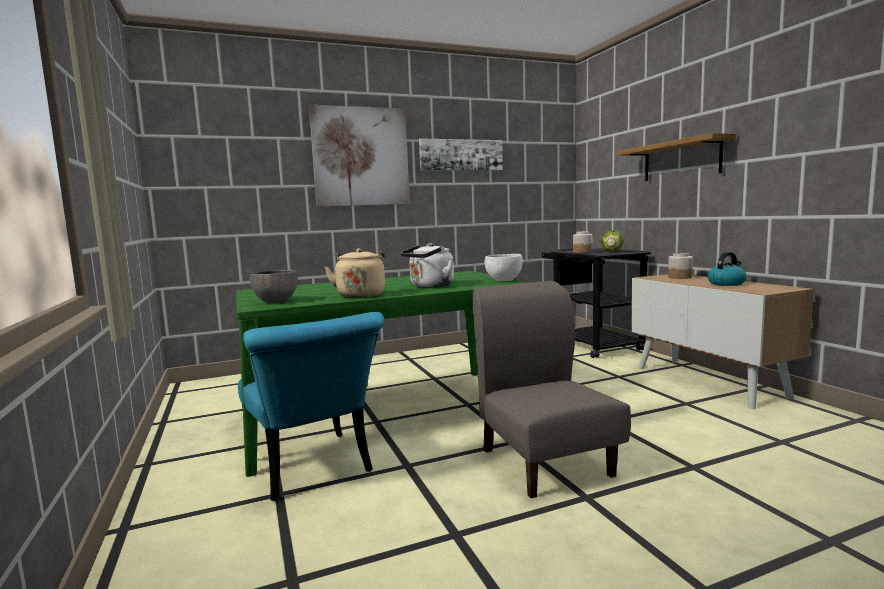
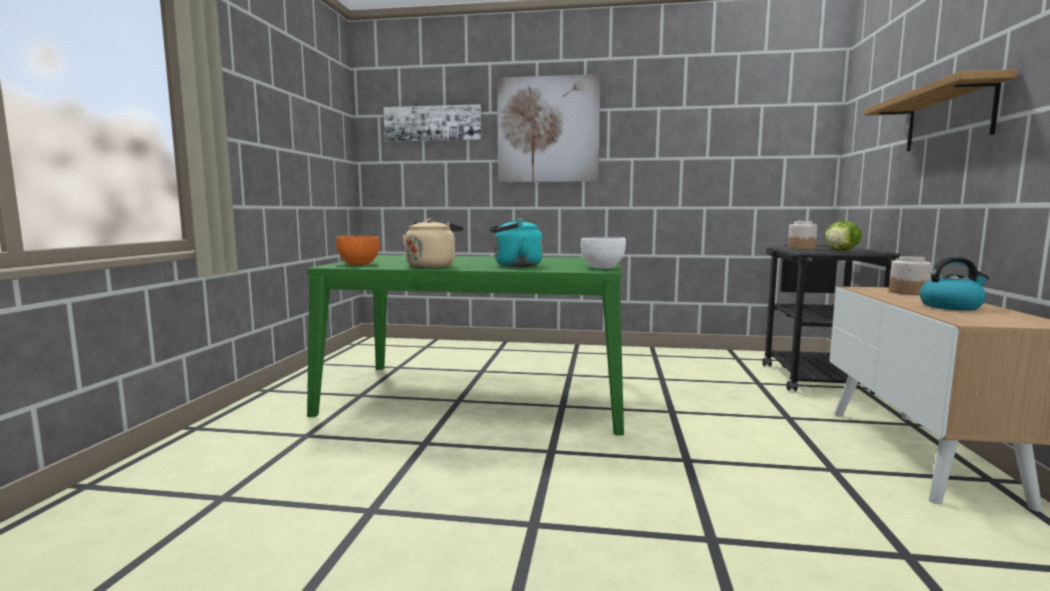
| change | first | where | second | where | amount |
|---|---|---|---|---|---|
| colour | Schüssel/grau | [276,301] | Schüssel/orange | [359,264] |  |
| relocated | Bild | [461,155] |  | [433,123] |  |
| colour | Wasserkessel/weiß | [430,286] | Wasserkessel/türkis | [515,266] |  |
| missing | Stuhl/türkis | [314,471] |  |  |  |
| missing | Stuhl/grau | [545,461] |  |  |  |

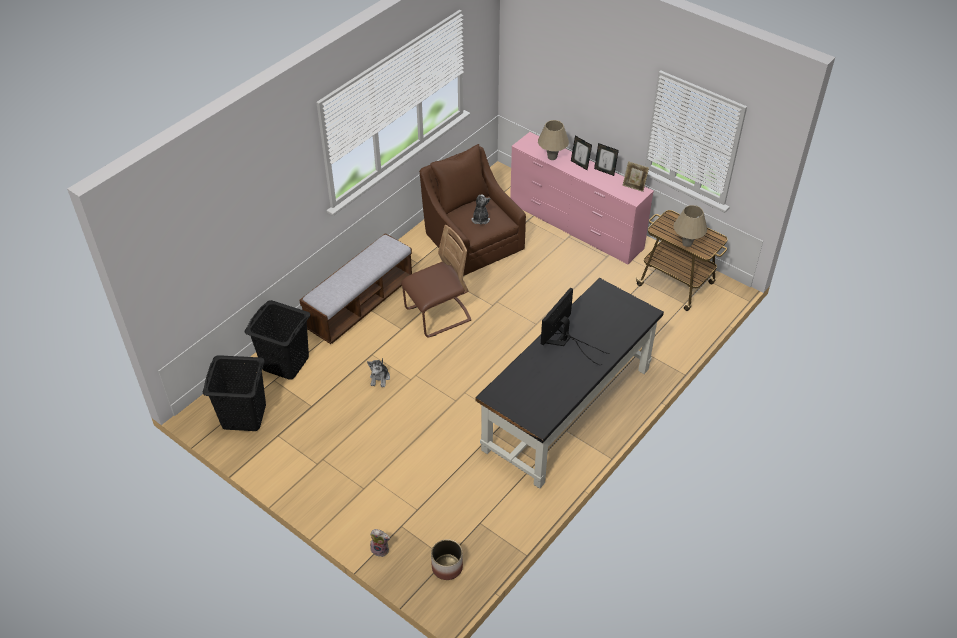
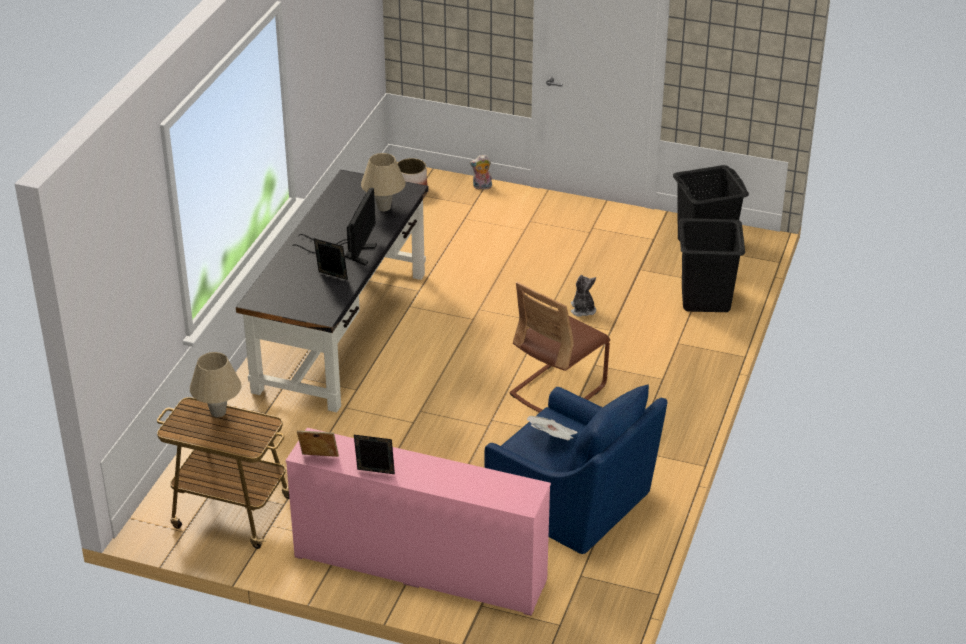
| change | first | where | second | where | amount |
|---|---|---|---|---|---|
| relocated | Bilderrahmen | [580,164] |  | [331,277] |  |
| relocated | Tischlampe/beige | [552,157] |  | [384,207] |  |
| colour | Sessel/braun | [472,240] | Sessel/blau | [573,503] |  |
| exchanged | Plüschtier | [480,219] | Zeitung | [553,438] |  |
| missing | Bank | [360,304] |  |  |  |

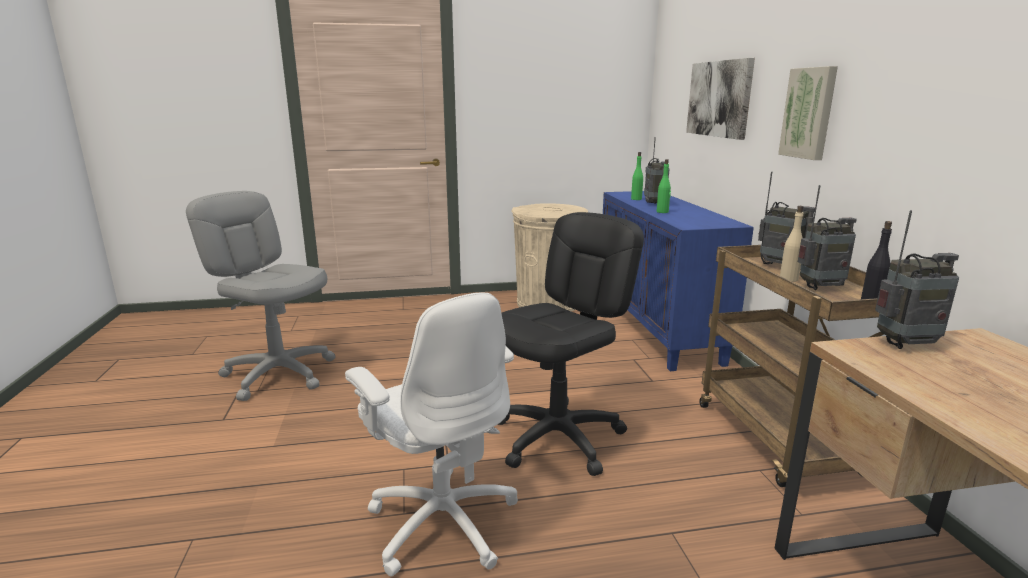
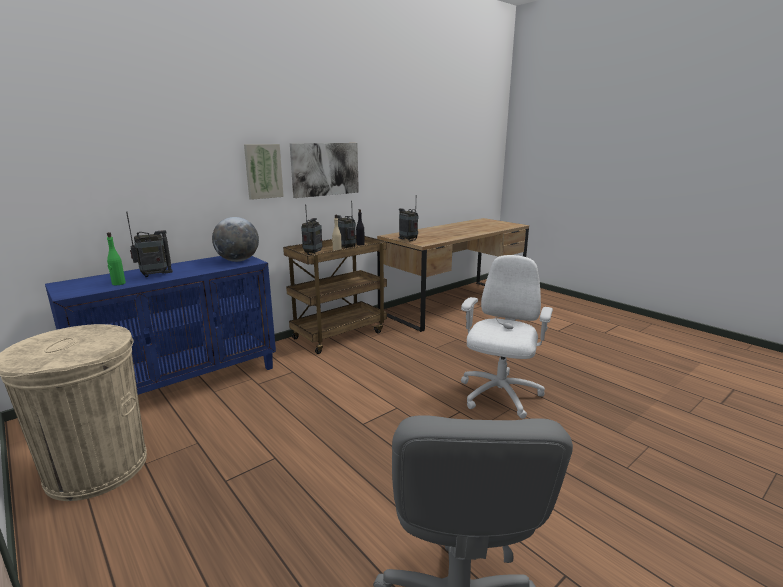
| change | first | where | second | where | amount |
|---|---|---|---|---|---|
| appeared |  |  | Globus | [238,260] |  |
| relocated | Bild | [719,99] |  | [325,169] |  |
| missing | Bürostuhl/schwarz | [558,438] |  |  |  |
| missing | Flasche/grün | [662,212] |  |  |  |

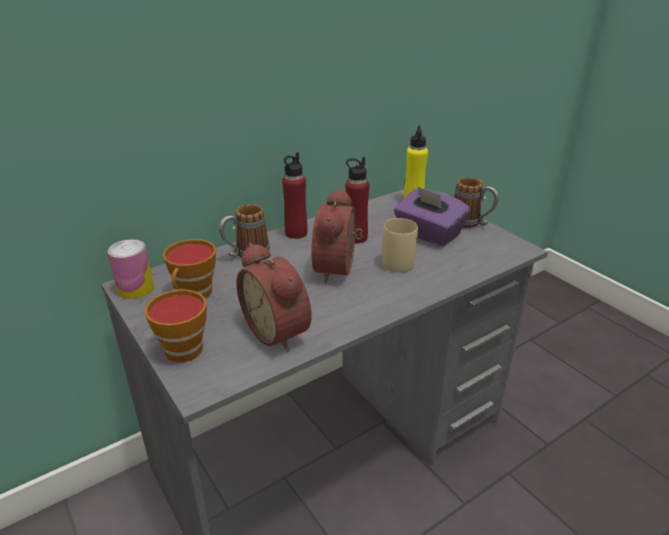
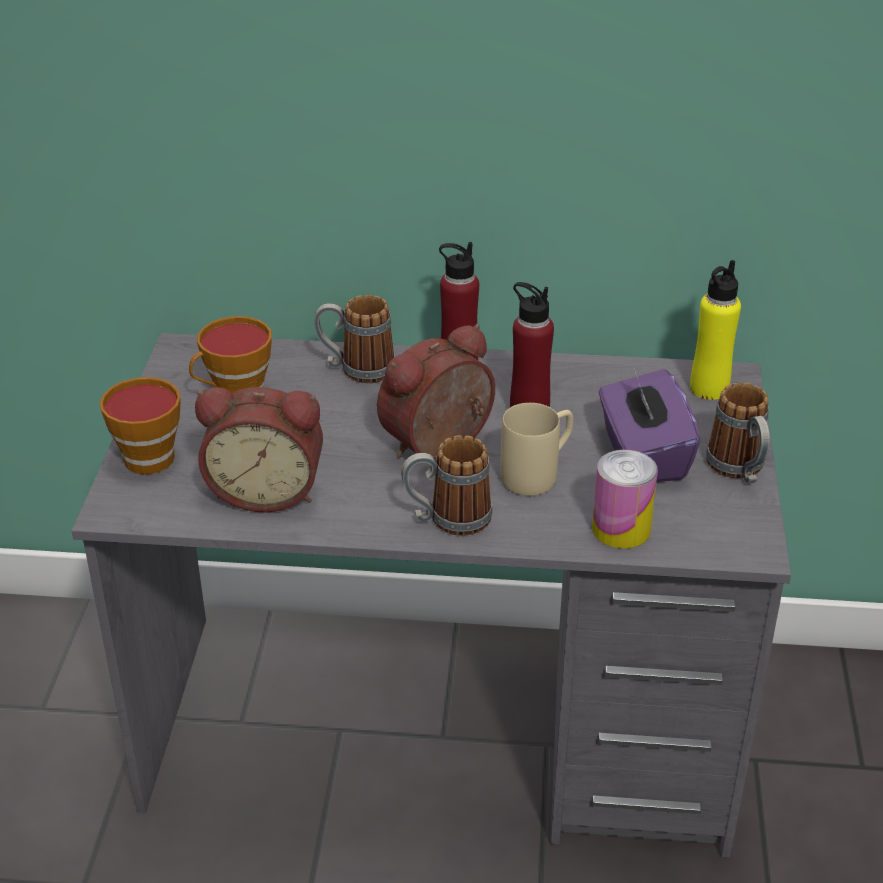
| change | first | where | second | where | amount |
|---|---|---|---|---|---|
| spun | Wecker | [279,331] |  | [267,490] | 90 degrees counterclockwise |
| appeared |  |  | Henkelbecher | [447,519] |  |
| relocated | Dose | [135,288] |  | [621,529] |  |

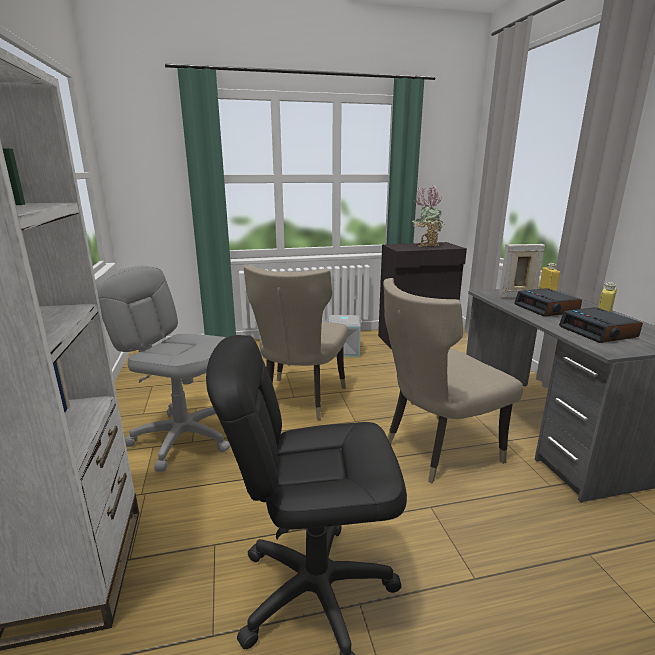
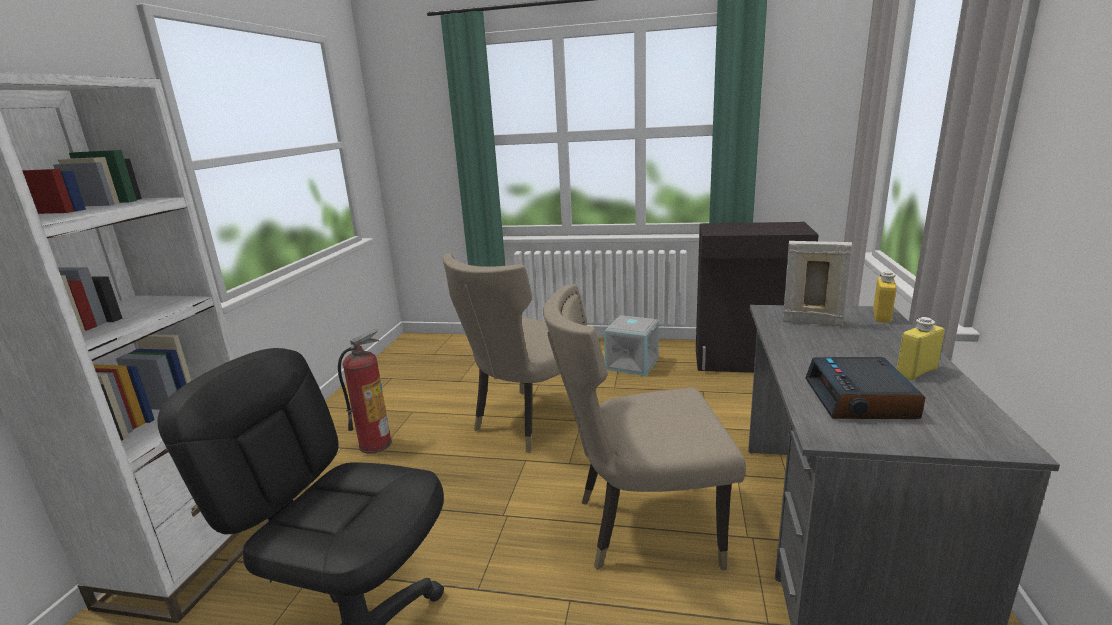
| change | first | where | second | where | amount |
|---|---|---|---|---|---|
| exchanged | Bürostuhl/grau | [183,438] | Feuerlöscher | [375,444] |  |
| missing | Topfpflanze | [426,246] |  |  |  |
| missing | Wecker | [546,308] |  |  |  |

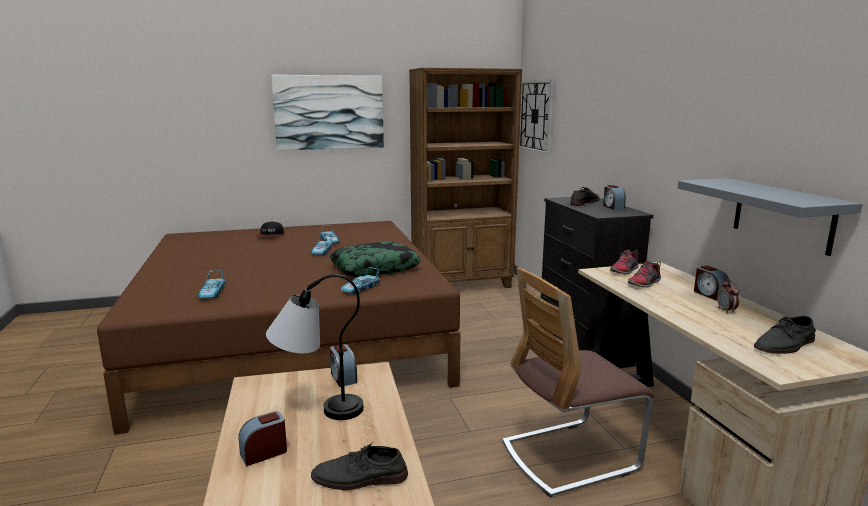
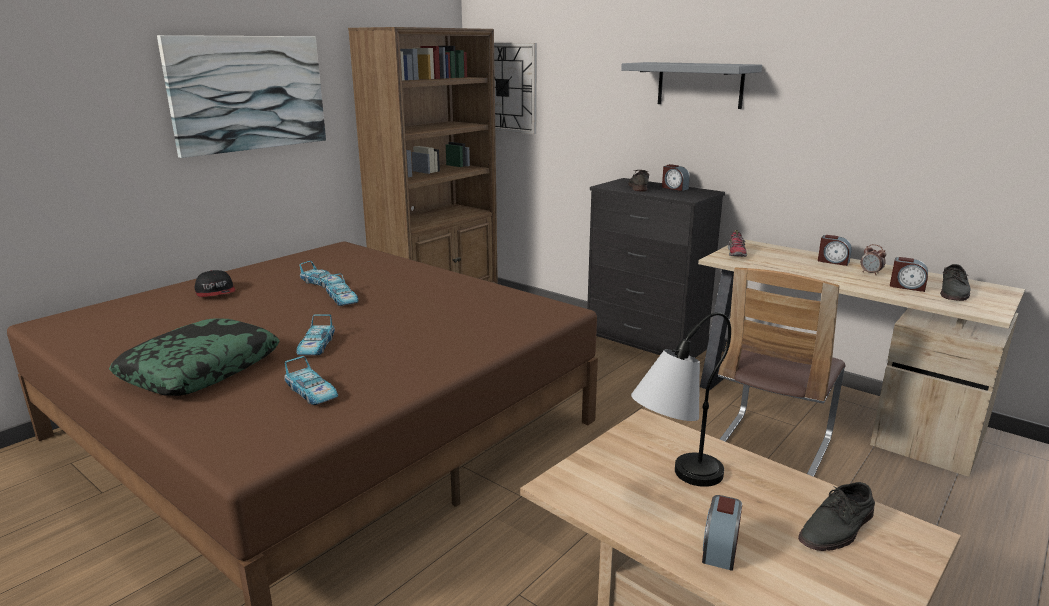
| change | first | where | second | where | amount |
|---|---|---|---|---|---|
| relocated | Kissen | [375,268] |  | [201,369] |  |
| relocated | Spielzeugauto | [360,289] |  | [316,346] |  |
| relocated | Wandregal/grau | [782,215] |  | [700,85] |  |
| relocated | Wecker | [343,377] |  | [907,287] |  |
| missing | Schuh | [644,284] |  |  |  |

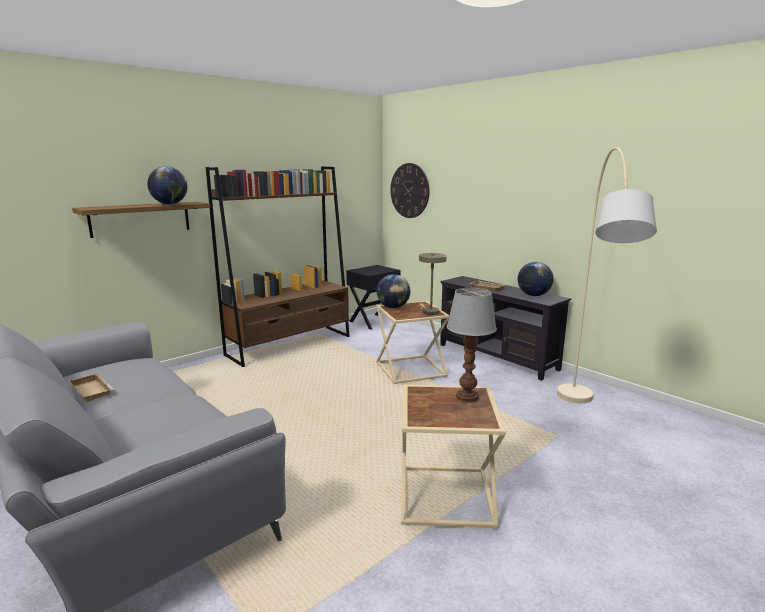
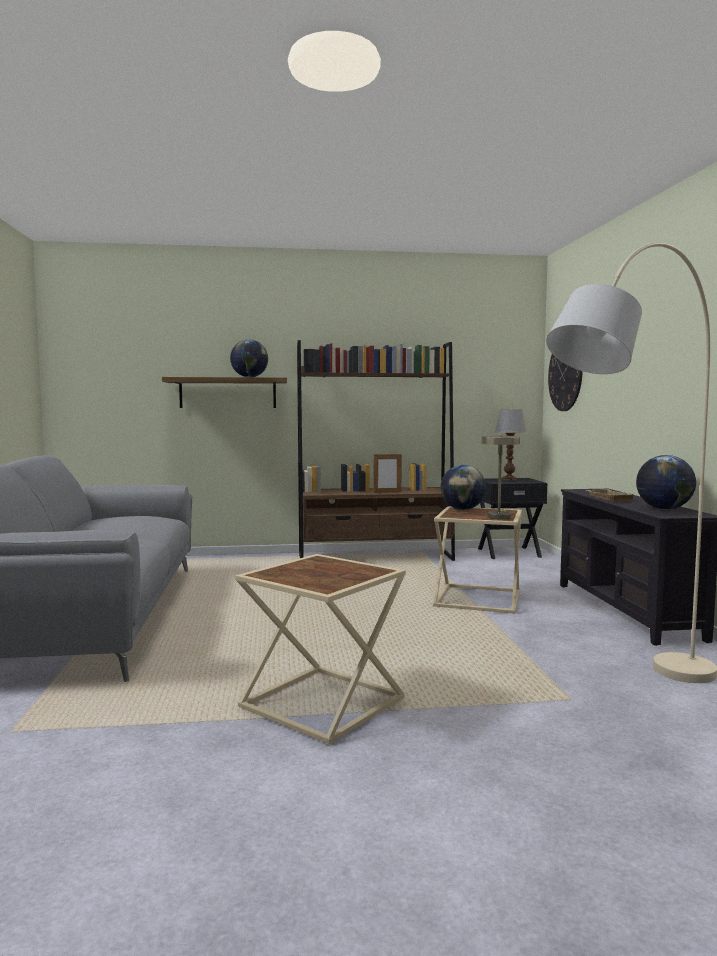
| change | first | where | second | where | amount |
|---|---|---|---|---|---|
| appeared |  |  | Bilderrahmen | [387,492] |  |
| relocated | Tischlampe | [468,397] |  | [509,479] |  |
| missing | Tablett/beige | [93,390] |  |  |  |

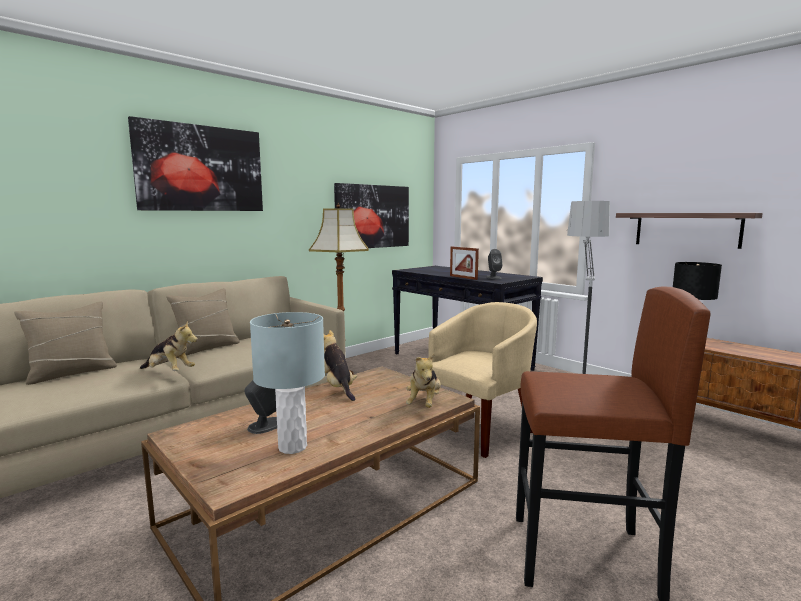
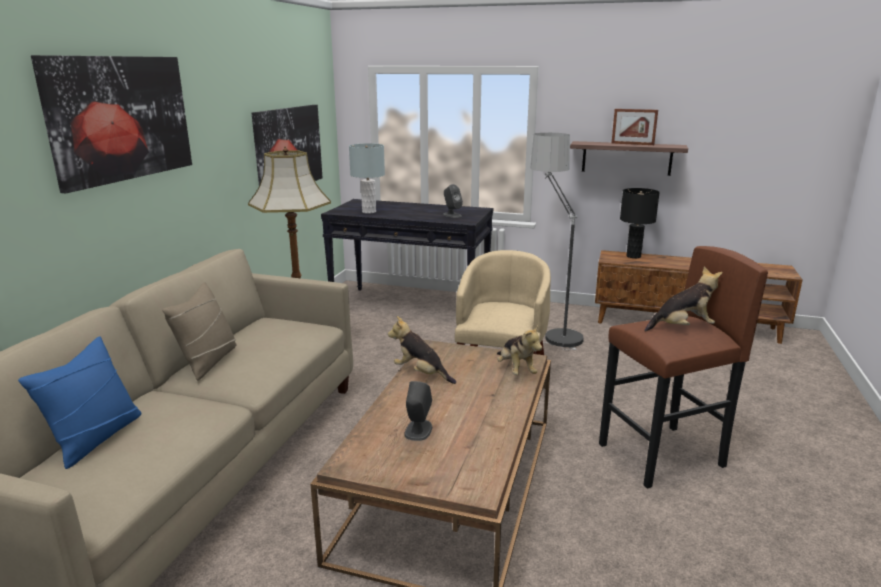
| change | first | where | second | where | amount |
|---|---|---|---|---|---|
| colour | Kissen/beige | [72,373] | Kissen/blau | [95,438] |  |
| relocated | Tischlampe/grau | [293,447] |  | [369,212] |  |
| relocated | Bilderrahmen | [463,277] |  | [632,144] |  |
| relocated | Plüschtier | [169,372] |  | [682,327] |  |

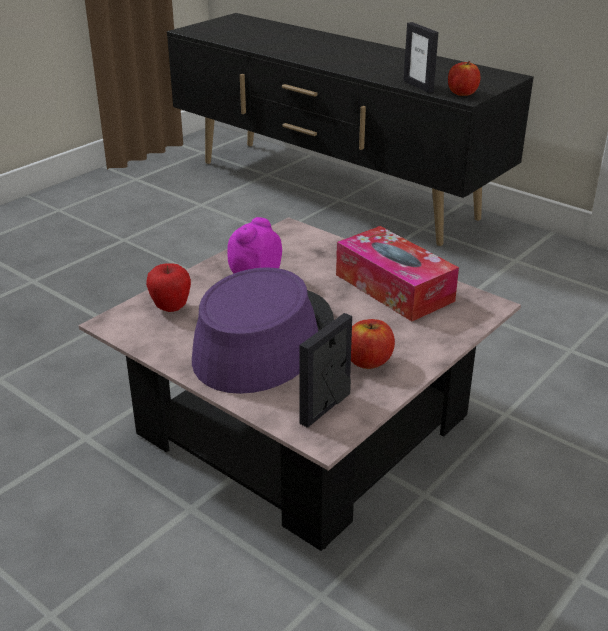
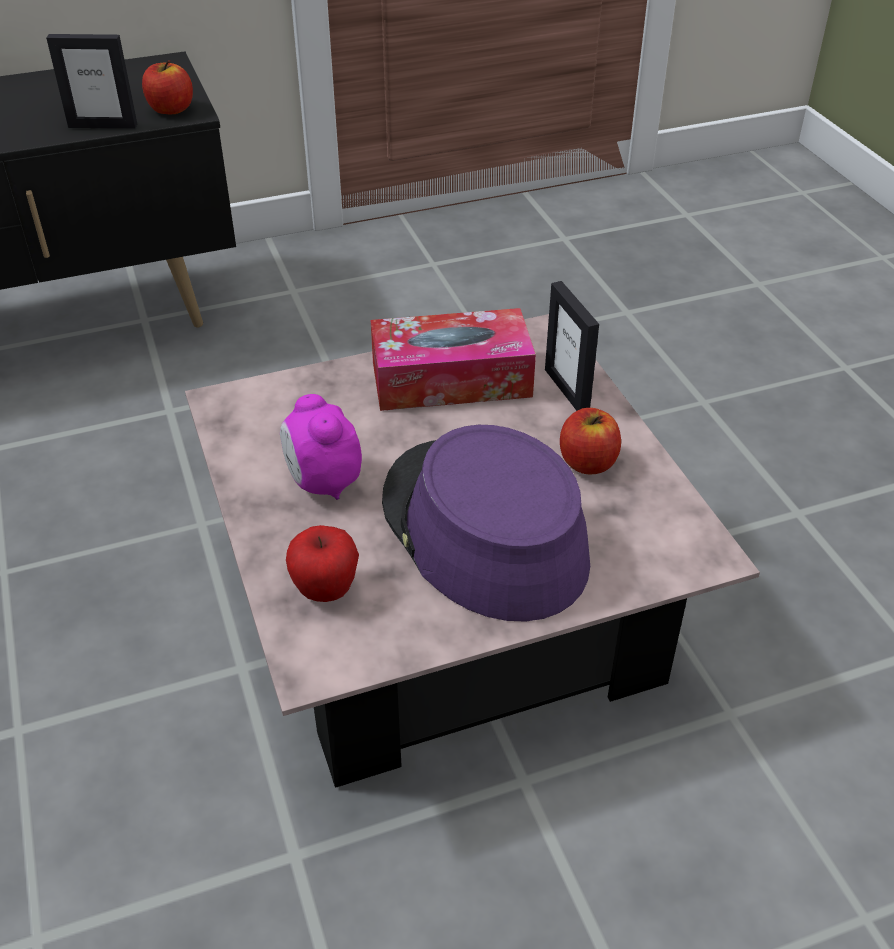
| change | first | where | second | where | amount |
|---|---|---|---|---|---|
| relocated | Bilderrahmen | [325,408] |  | [567,390] |  |

